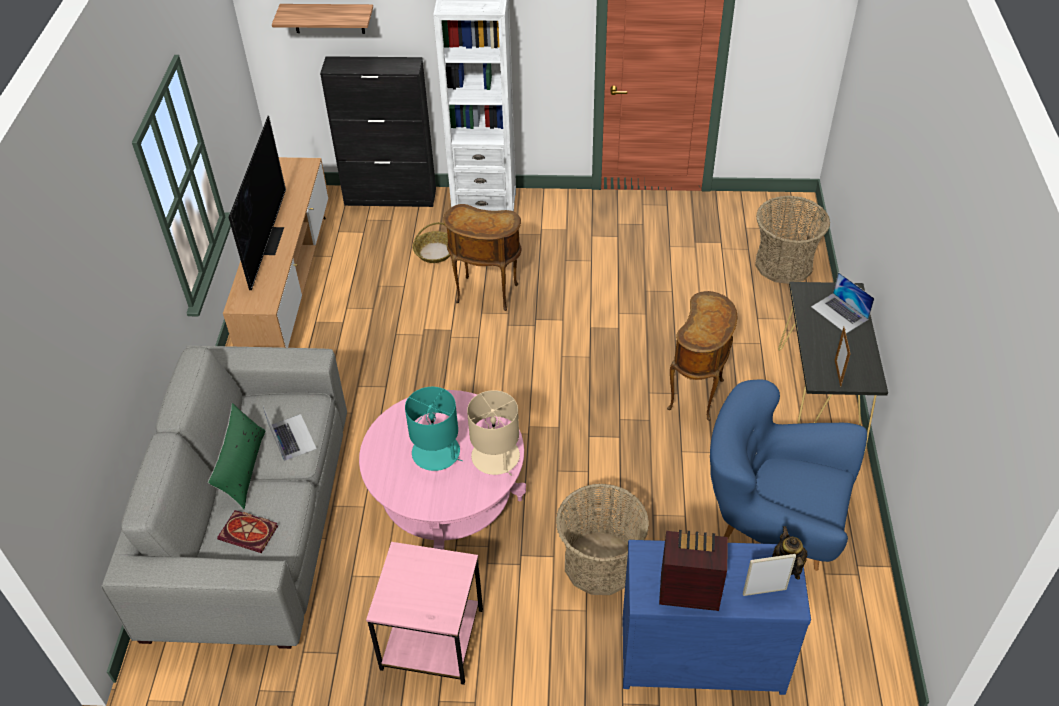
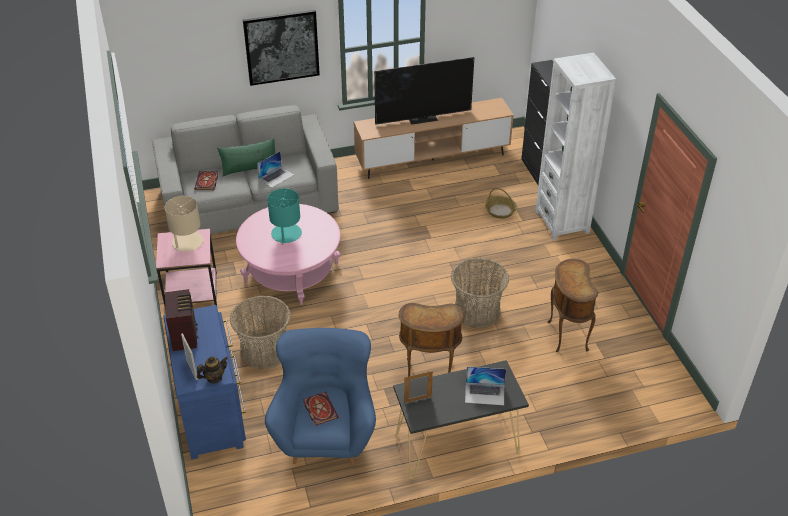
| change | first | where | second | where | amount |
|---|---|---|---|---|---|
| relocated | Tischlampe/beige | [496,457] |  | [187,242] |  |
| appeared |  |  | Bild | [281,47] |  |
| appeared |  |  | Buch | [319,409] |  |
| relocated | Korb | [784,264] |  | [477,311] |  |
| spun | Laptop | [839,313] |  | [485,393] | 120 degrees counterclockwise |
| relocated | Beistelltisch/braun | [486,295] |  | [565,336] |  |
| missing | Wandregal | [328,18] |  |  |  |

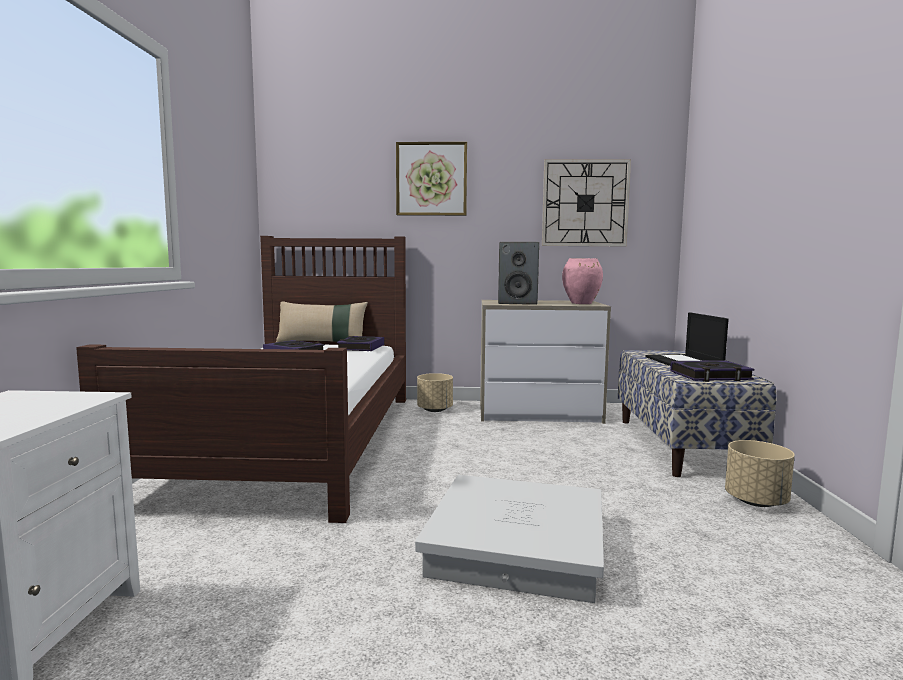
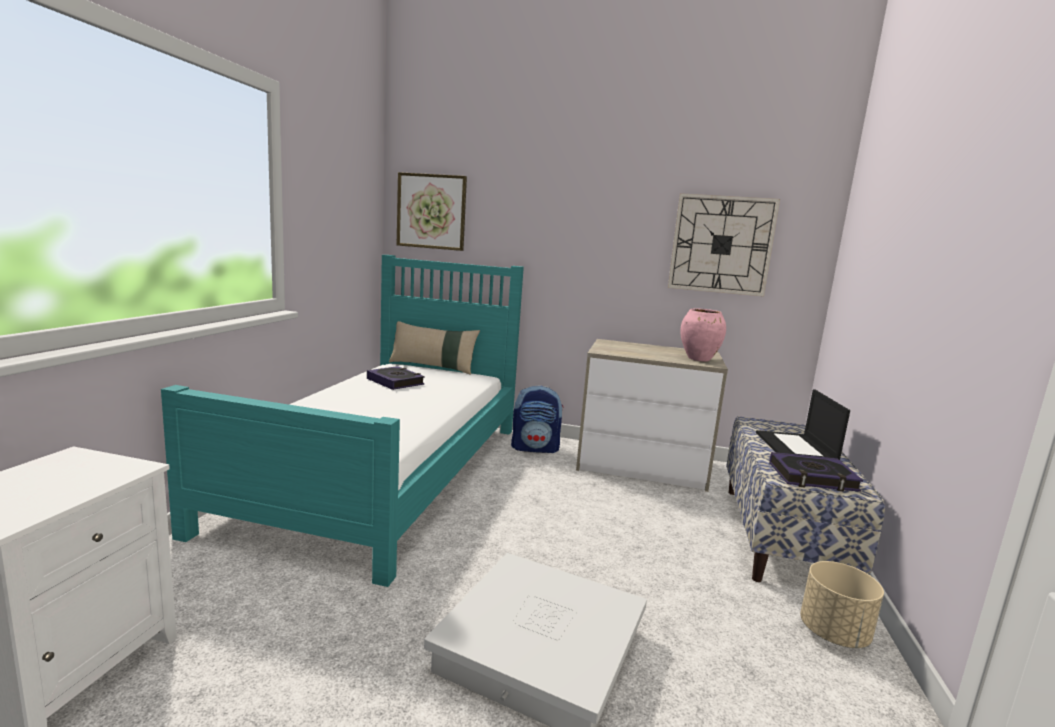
| change | first | where | second | where | amount |
|---|---|---|---|---|---|
| colour | Bett/braun | [296,440] | Bett/türkis | [386,471] |  |
| relocated | Bild | [431,179] |  | [431,211] |  |
| exchanged | Pflanzkübel/beige | [435,410] | Rucksack | [535,448] |  |
| missing | Buch | [361,347] |  |  |  |
| missing | Lautsprecher | [518,303] |  |  |  |

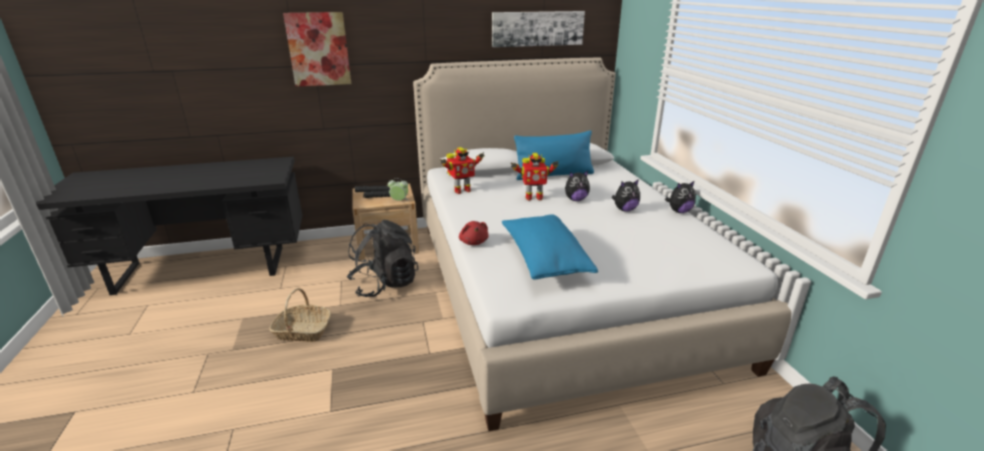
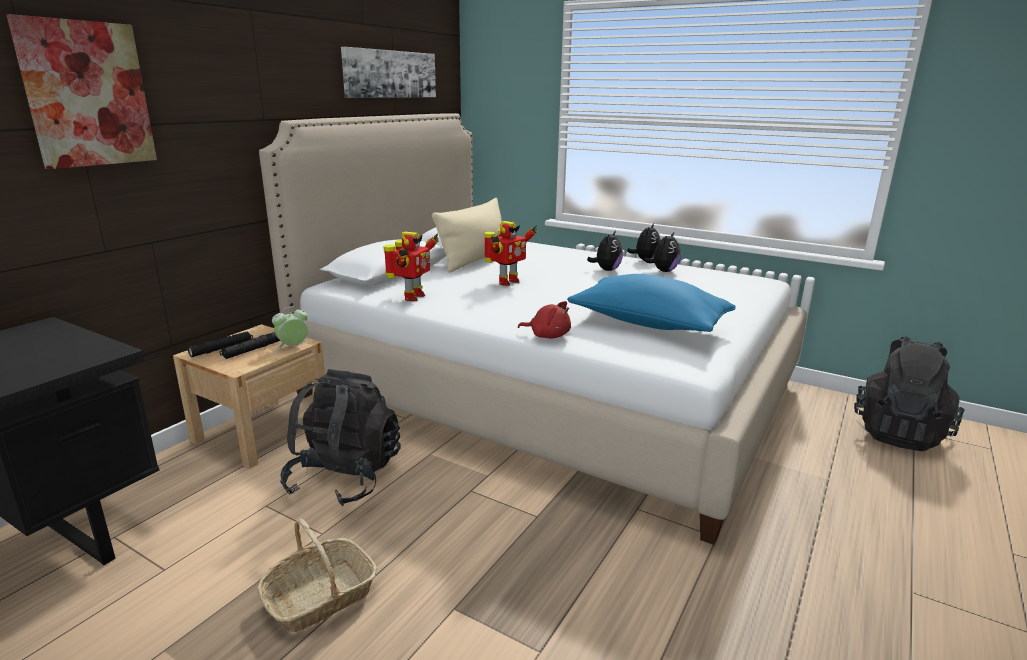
| change | first | where | second | where | amount |
|---|---|---|---|---|---|
| colour | Kissen/blau | [554,175] | Kissen/beige | [476,259] |  |
| relocated | Plüschtier | [575,199] |  | [663,271] |  |

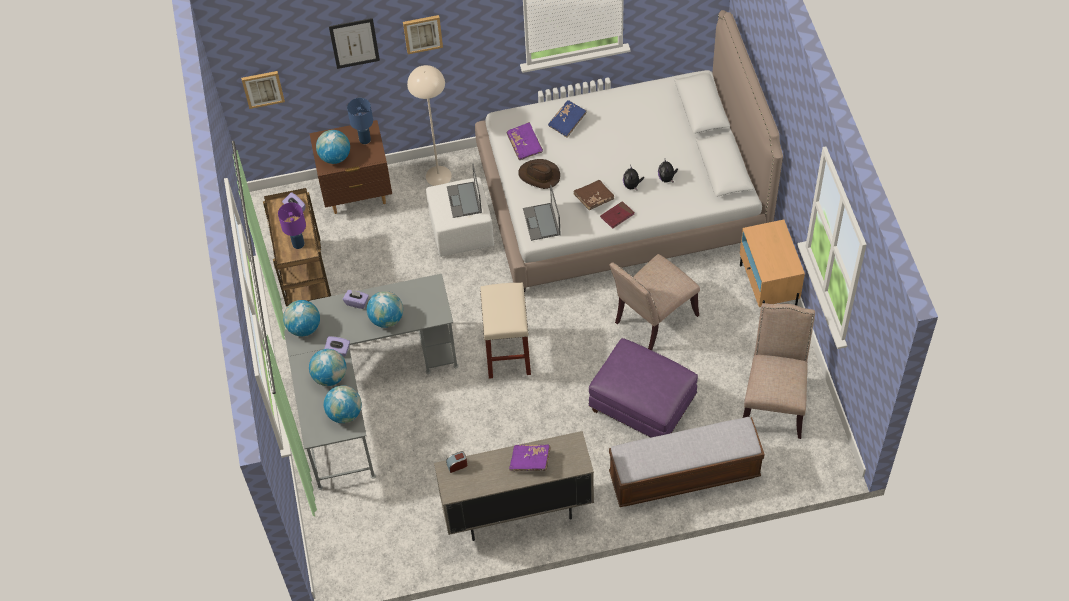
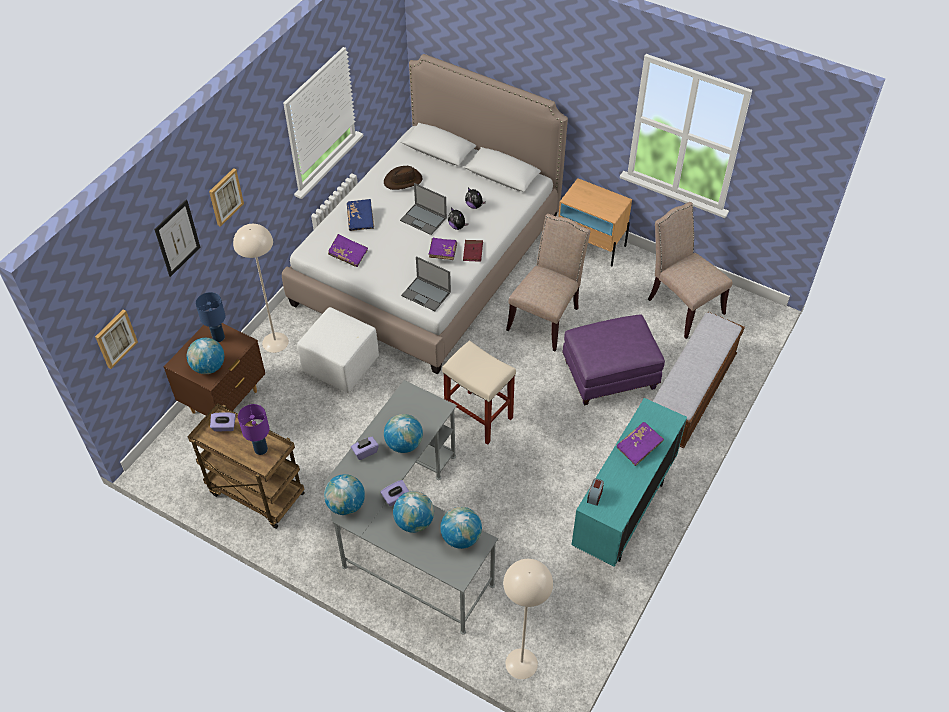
| change | first | where | second | where | amount |
|---|---|---|---|---|---|
| relocated | Hut/braun | [539,176] |  | [403,180] |  |
| relocated | Laptop | [464,200] |  | [424,219] |  |
| colour | Buch/braun | [593,198] | Buch/lila | [442,253] |  |
| appeared |  |  | Stehlampe/beige | [521,664] |  |
| spun | Stuhl/beige | [652,320] |  | [546,317] | 150 degrees counterclockwise |
| colour | Schrank/beige | [517,512] | Schrank/türkis | [622,514] |  |

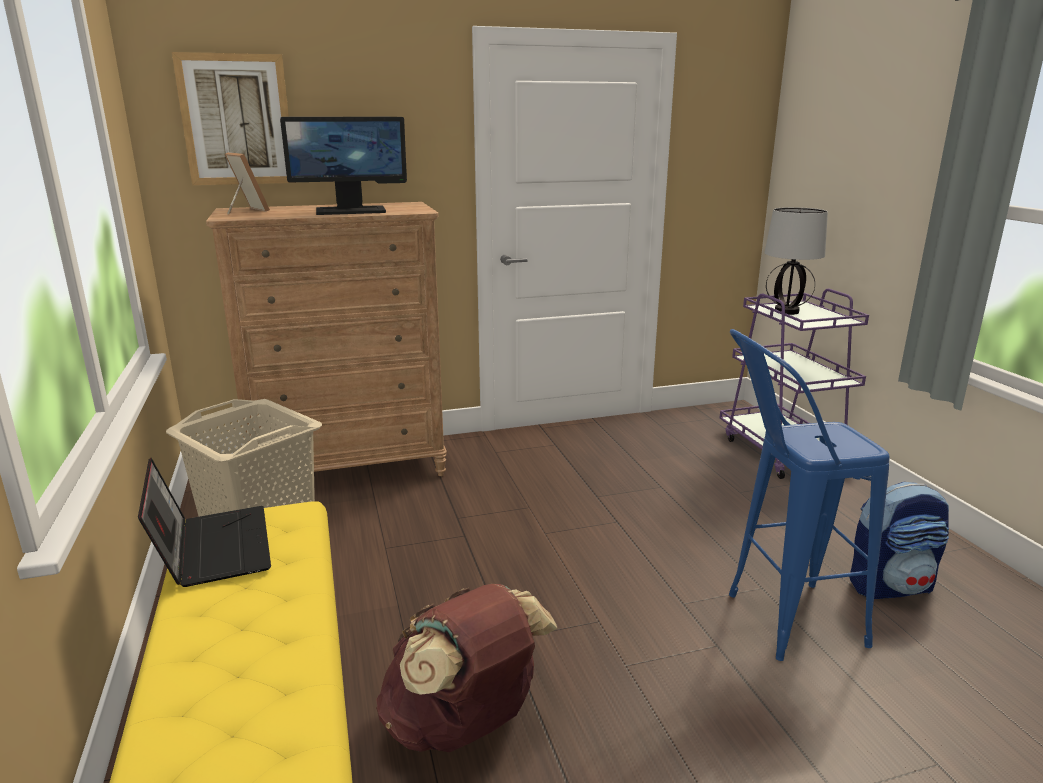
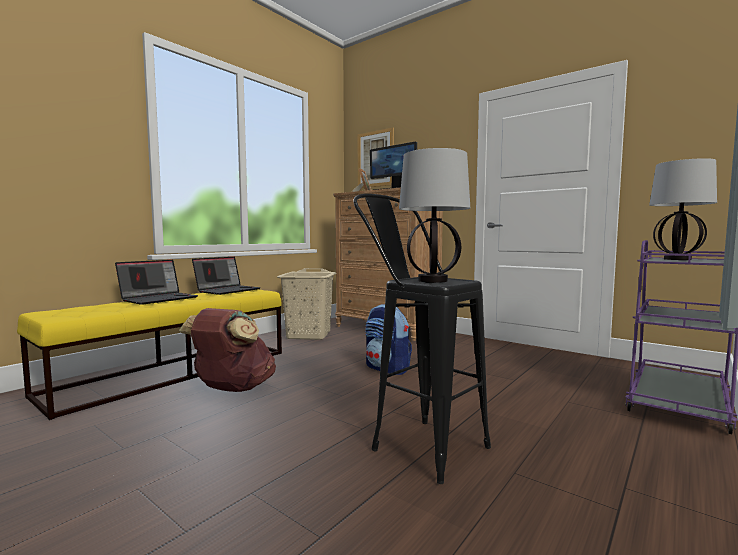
| change | first | where | second | where | amount |
|---|---|---|---|---|---|
| appeared |  |  | Laptop | [159,299] |  |
| colour | Hocker/blau | [776,622] | Hocker/schwarz | [416,442] |  |
| relocated | Rucksack | [891,586] |  | [387,369] |  |
| appeared |  |  | Tischlampe | [433,281] |  |

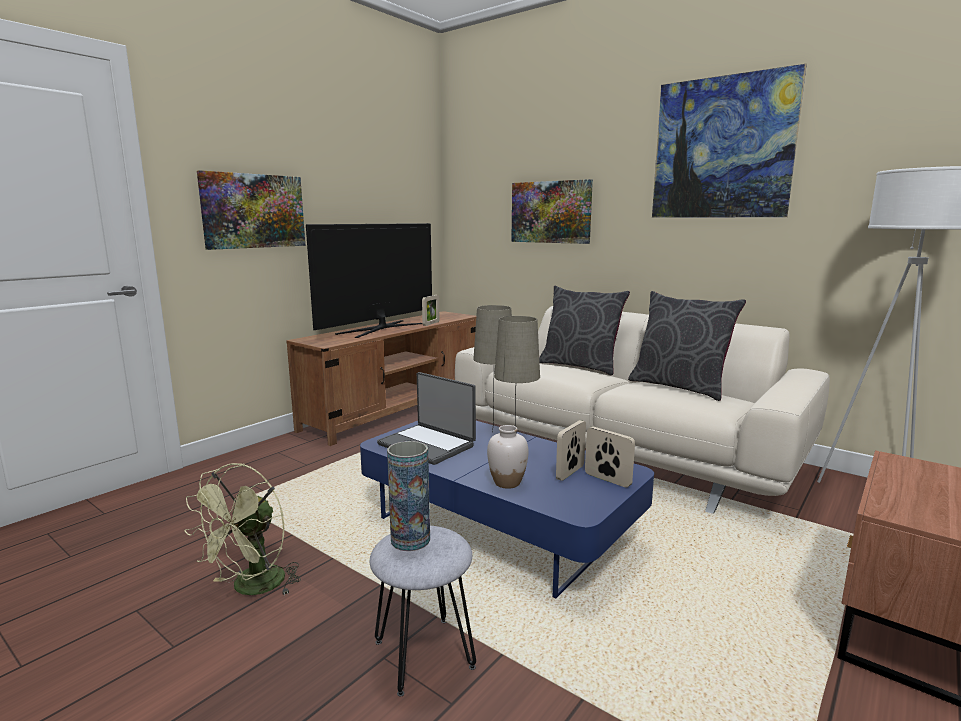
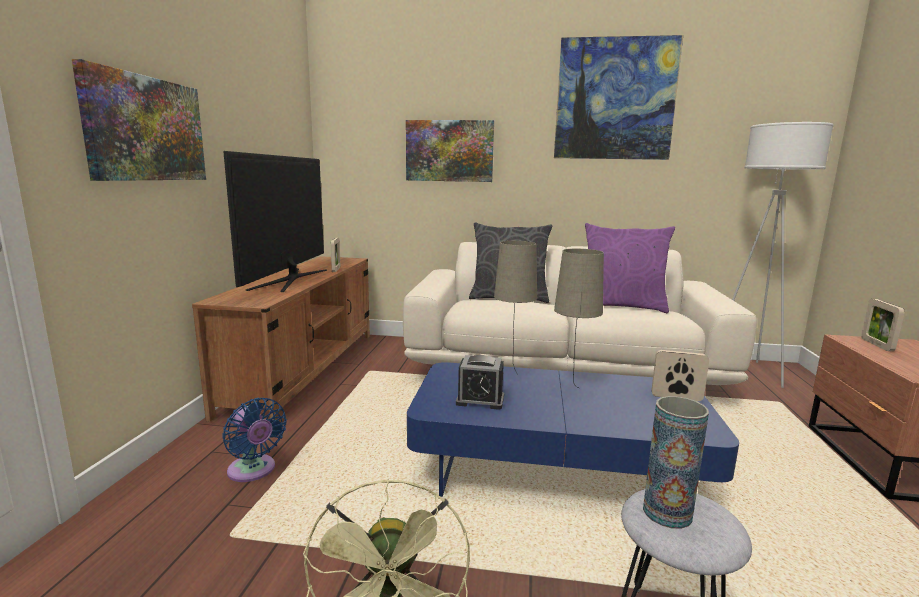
| change | first | where | second | where | amount |
|---|---|---|---|---|---|
| appeared |  |  | Ventilator/blau | [253,471] |  |
| exchanged | Laptop | [427,445] | Wecker | [480,400] |  |
| colour | Kissen/grau | [679,387] | Kissen/lila | [621,306] |  |
| relocated | Bilderrahmen | [570,472] |  | [876,345] |  |
| missing | Vase/weiß | [507,482] |  |  |  |

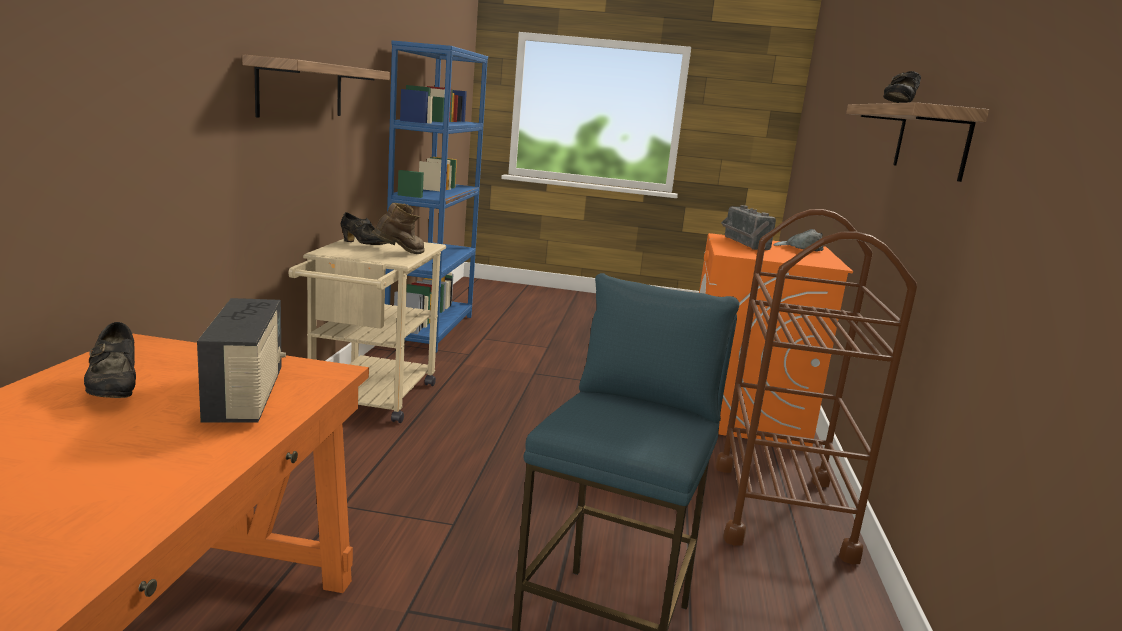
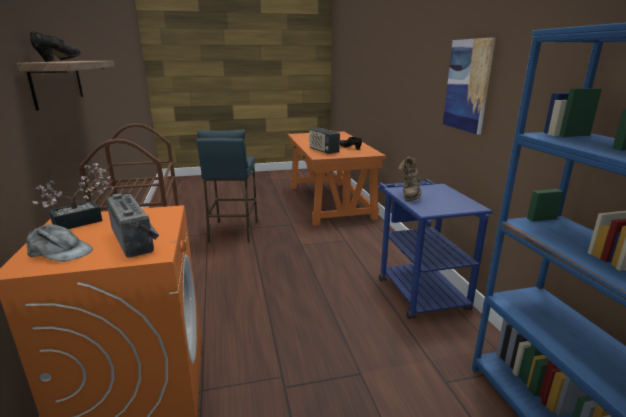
| change | first | where | second | where | amount |
|---|---|---|---|---|---|
| appeared |  |  | Topfpflanze | [83,221] |  |
| colour | Rollwagen/beige | [369,401] | Rollwagen/blau | [417,289] |  |
| exchanged | Wandregal | [301,89] | Bild | [467,85] |  |
| missing | Schuh/schwarz | [364,245] |  |  |  |

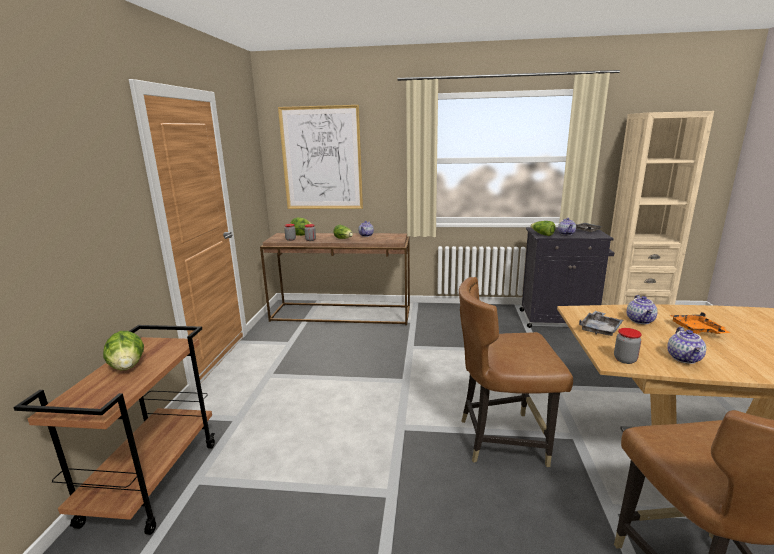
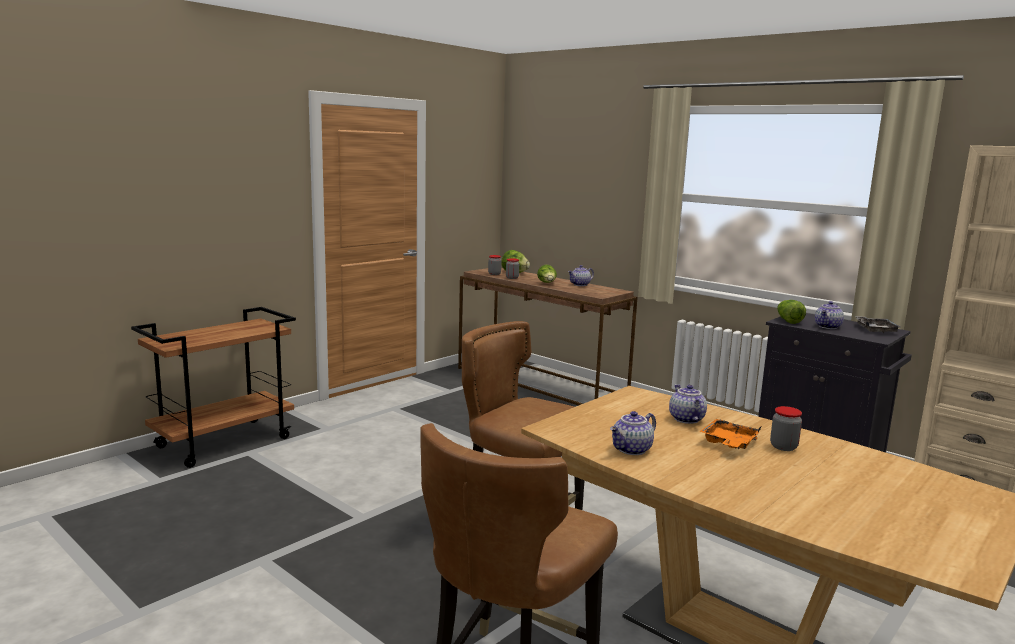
| change | first | where | second | where | amount |
|---|---|---|---|---|---|
| spun | Teekanne | [641,321] |  | [685,419] | 120 degrees clockwise |
| relocated | Vorratsglas | [625,360] |  | [783,447] |  |
| missing | Salatkopf | [128,366] |  |  |  |
| missing | Bild | [322,159] |  |  |  |
| missing | Tablett/grau | [600,329] |  |  |  |

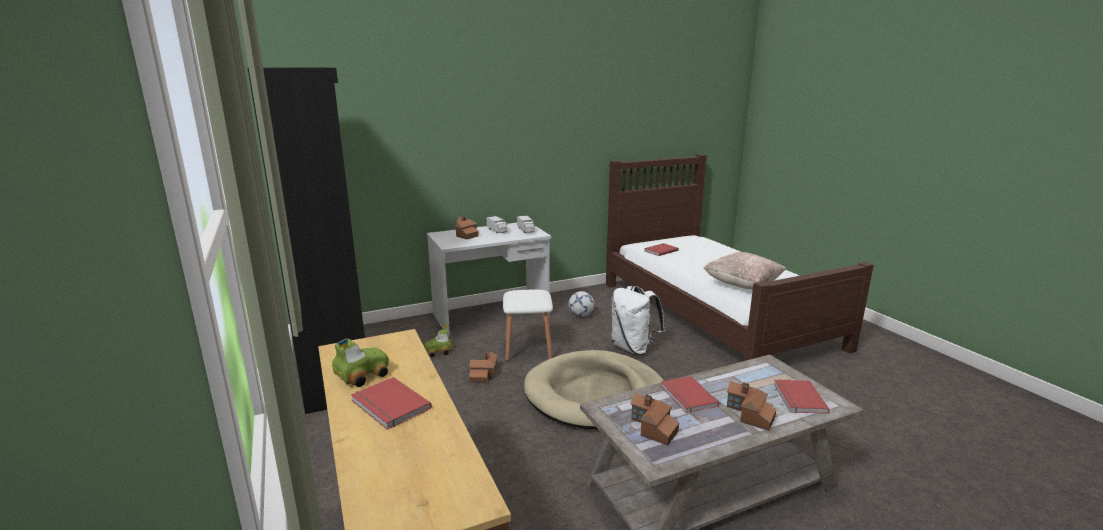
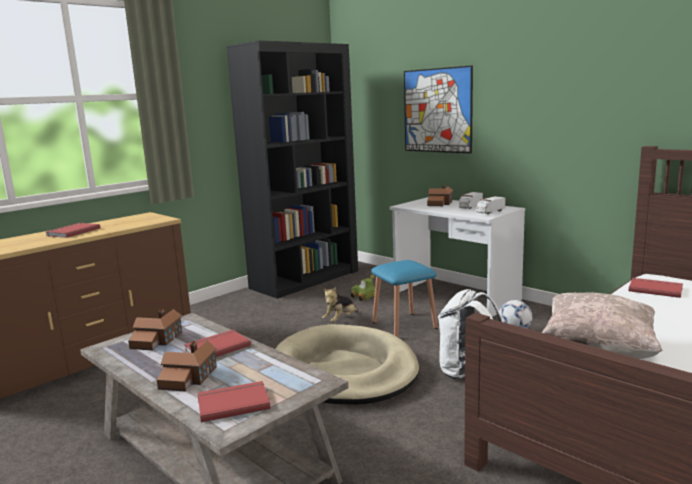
| change | first | where | second | where | amount |
|---|---|---|---|---|---|
| exchanged | Spielzeughaus | [483,374] | Plüschtier | [341,320] |  |
| colour | Hocker/weiß | [528,349] | Hocker/blau | [404,325] |  |
| appeared |  |  | Bild | [437,110] |  |
| missing | Spielzeugauto | [362,375] |  |  |  |

